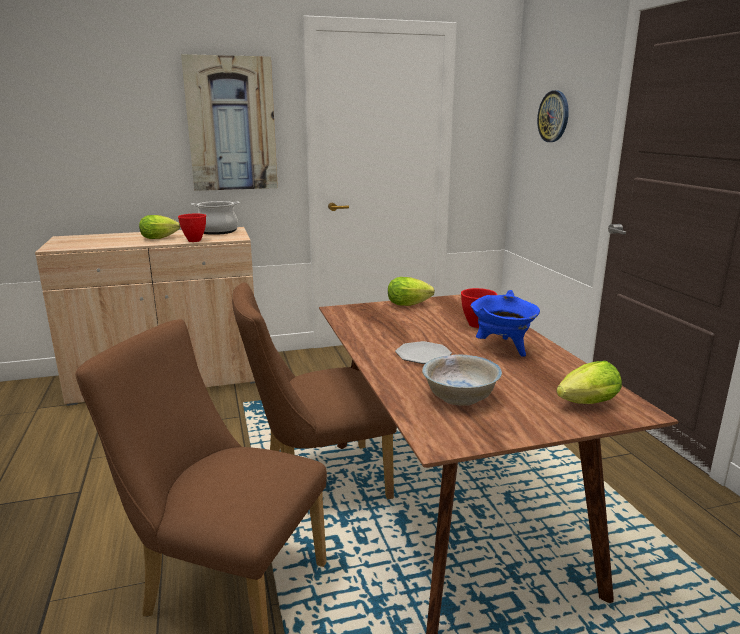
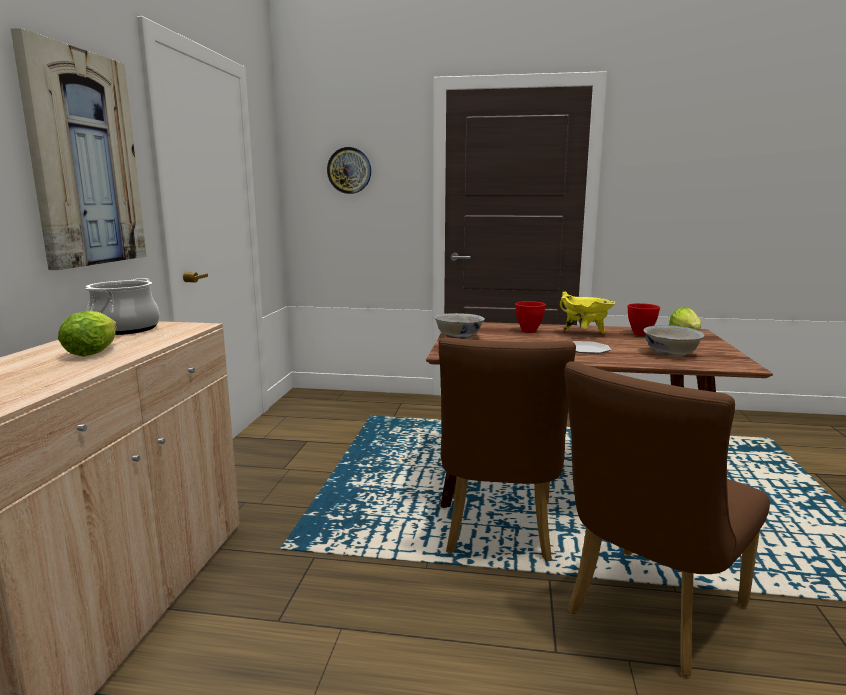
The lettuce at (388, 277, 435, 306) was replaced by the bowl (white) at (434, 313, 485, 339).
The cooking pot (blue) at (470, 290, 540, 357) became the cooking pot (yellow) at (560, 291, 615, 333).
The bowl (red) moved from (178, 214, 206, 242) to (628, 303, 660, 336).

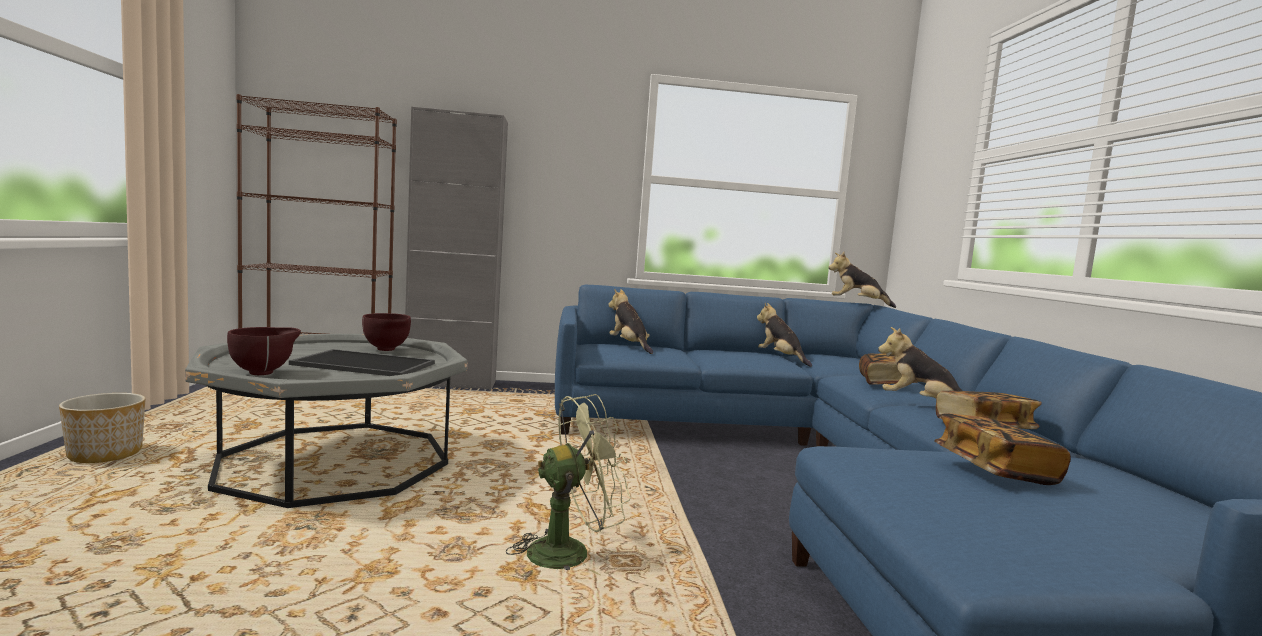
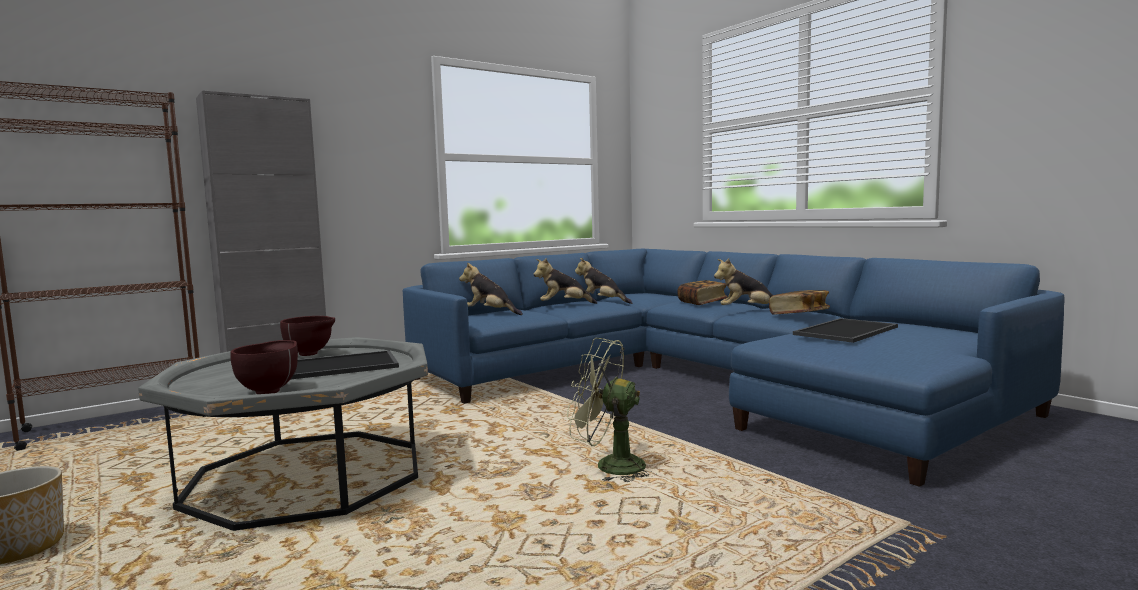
The plush toy moved from (828, 252, 896, 308) to (534, 258, 597, 304).
The fan (green) at (506, 394, 631, 575) turned 105 degrees counterclockwise.
The book at (934, 413, 1071, 485) was replaced by the tray at (793, 318, 898, 343).

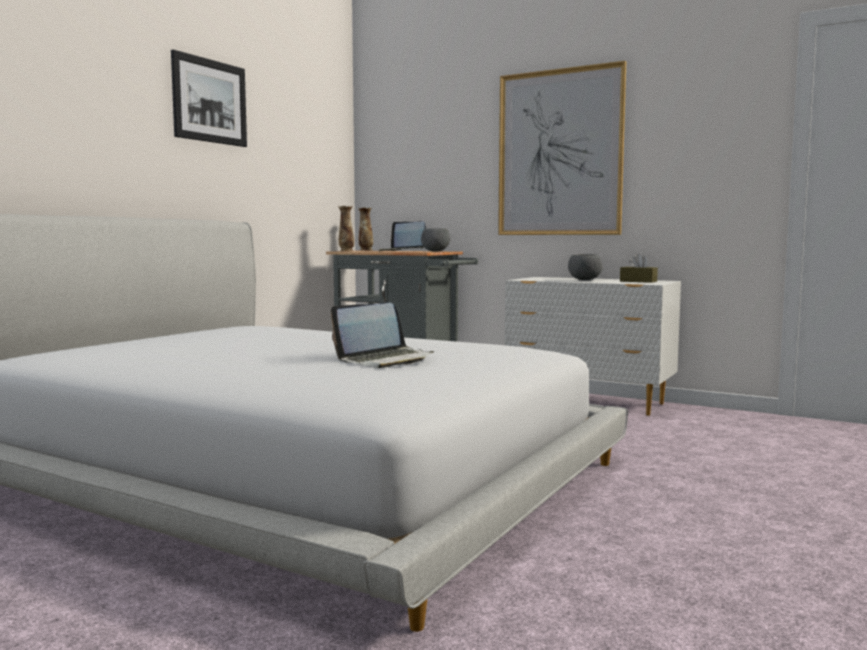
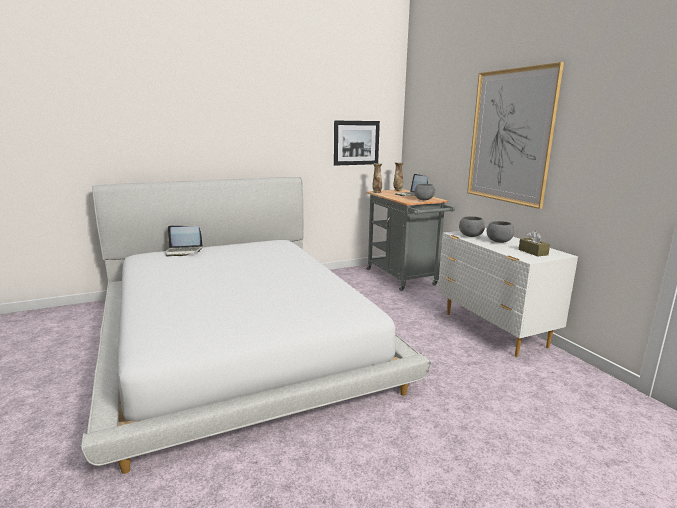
The laptop moved from (331, 303, 434, 368) to (165, 226, 203, 256).
The picture moved from (171, 49, 247, 147) to (334, 121, 380, 166).
The bowl (grey) at (459, 216, 485, 237) appeared.

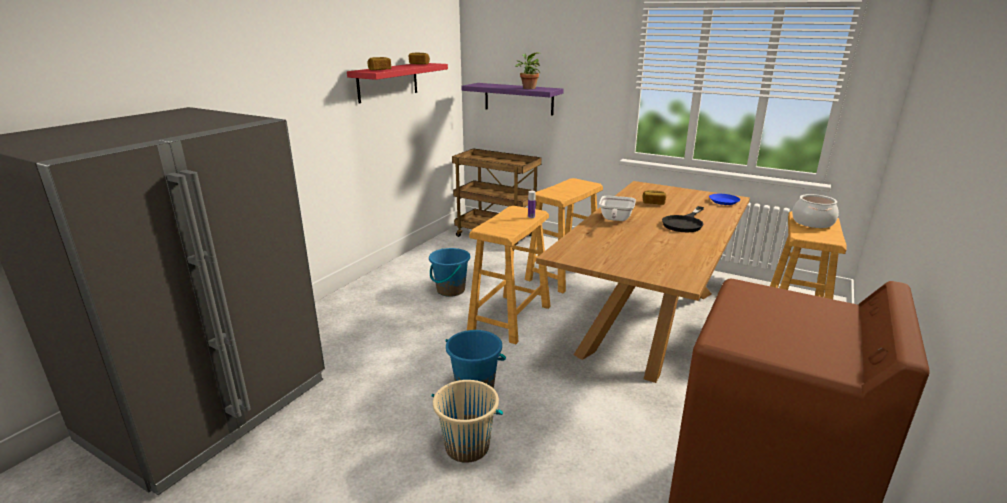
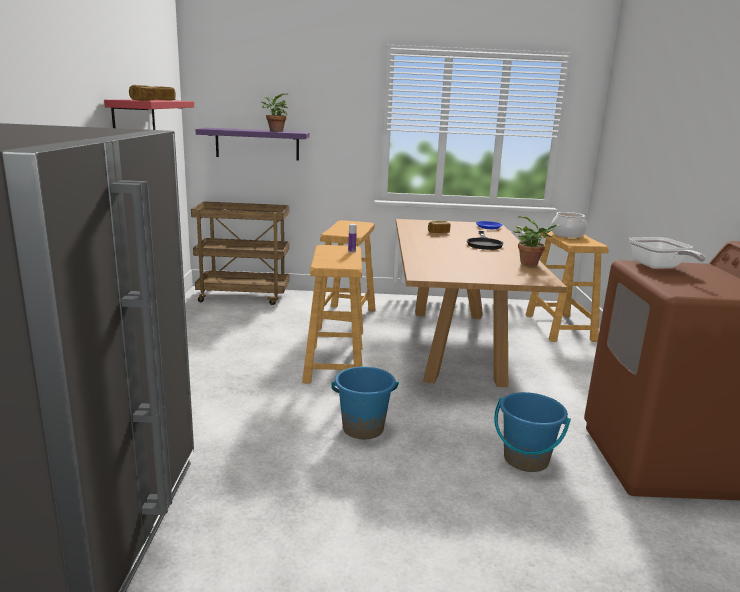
The bucket (blue) moved from (429, 248, 470, 297) to (494, 392, 571, 472).
The potted plant at (513, 216, 560, 266) appeared.
The frying pan moved from (599, 196, 636, 221) to (629, 237, 706, 269).
The bucket (beige) at (432, 380, 503, 463) disappeared.

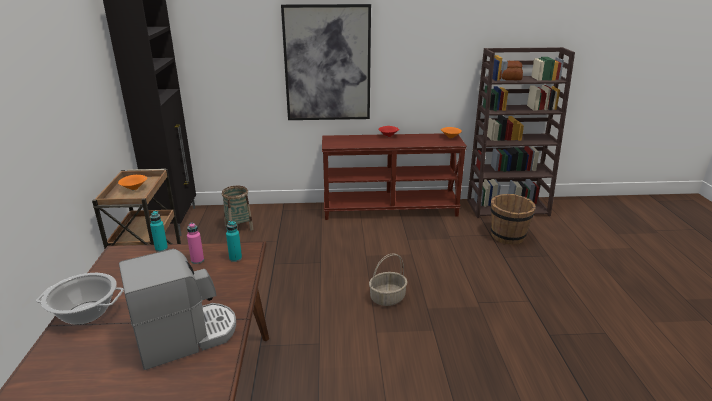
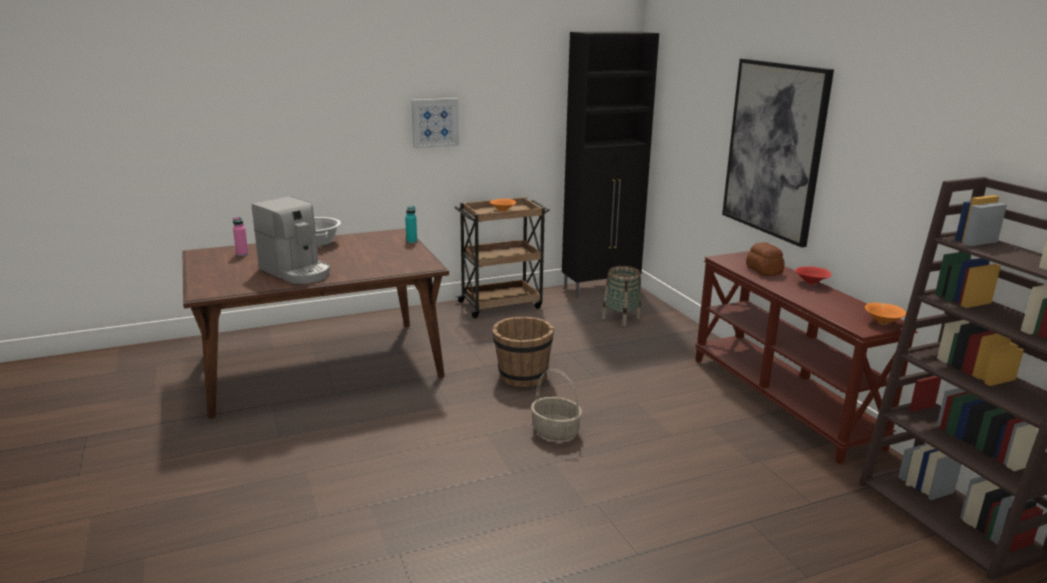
The bottle (pink) moved from (187, 222, 204, 264) to (233, 217, 248, 256).
The picture at (411, 98, 459, 149) appeared.
The bucket (brown) moved from (490, 194, 536, 244) to (492, 317, 554, 387).
The bread moved from (499, 61, 523, 80) to (746, 242, 785, 276).
The bottle (turquoise) at (226, 221, 242, 262) disappeared.

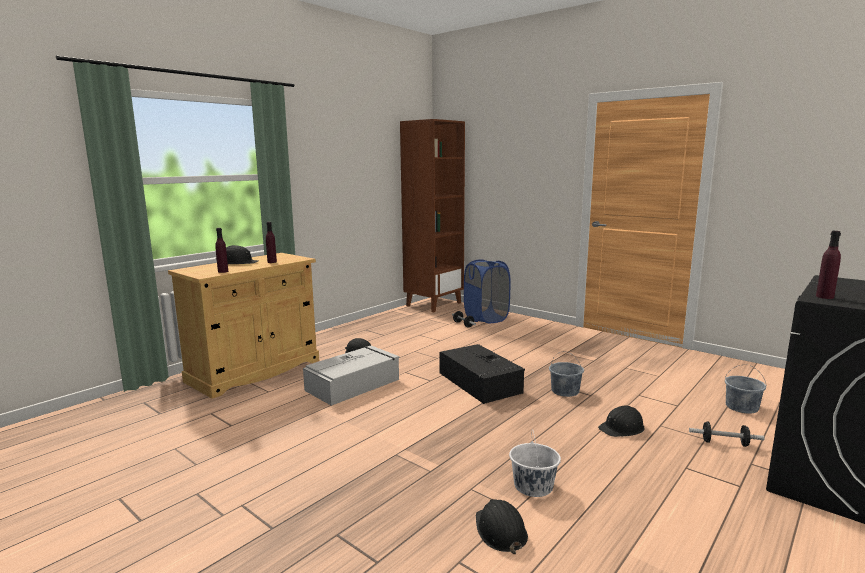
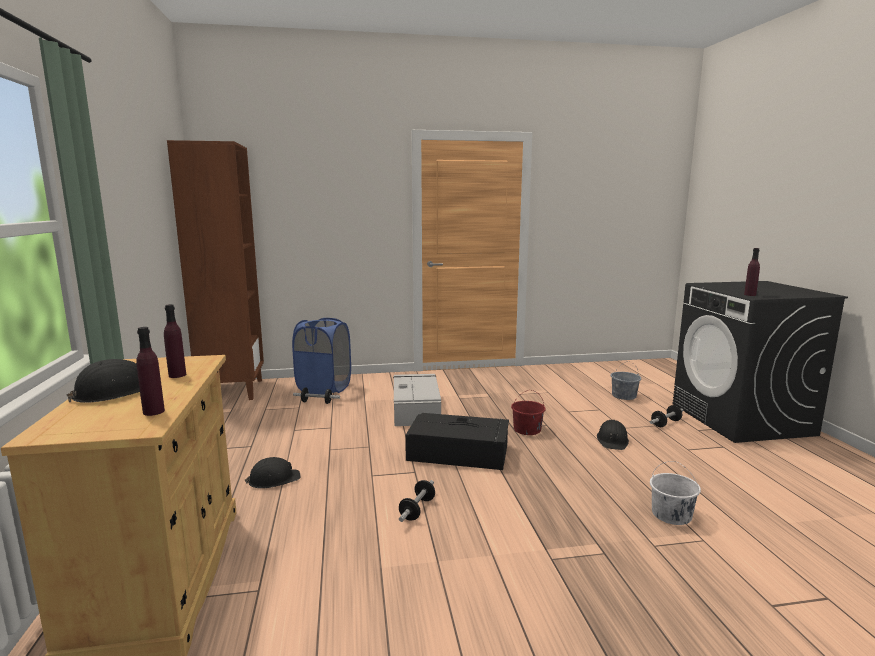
The storage box (grey) moved from (303, 346, 399, 406) to (393, 374, 441, 426).
The dumbbell at (399, 480, 435, 522) appeared.
The bucket (grey) at (549, 351, 584, 397) became the bucket (red) at (511, 390, 546, 435).
The hard hat (black) at (476, 499, 528, 554) disappeared.

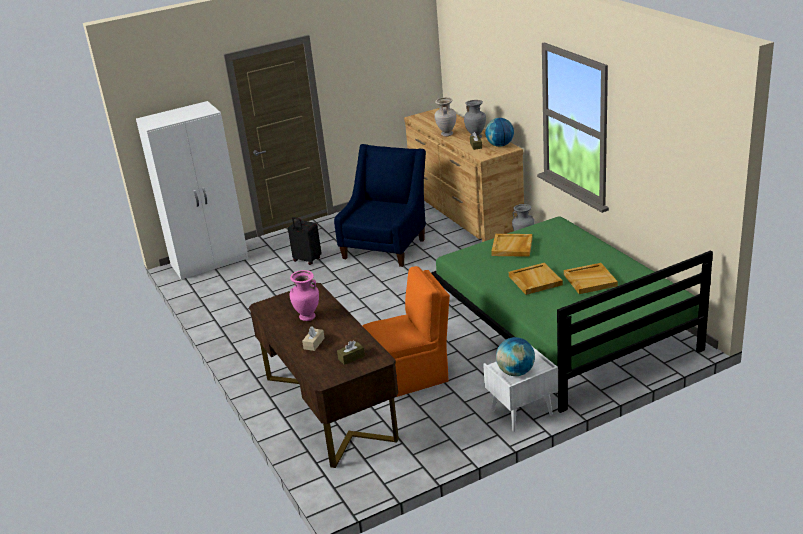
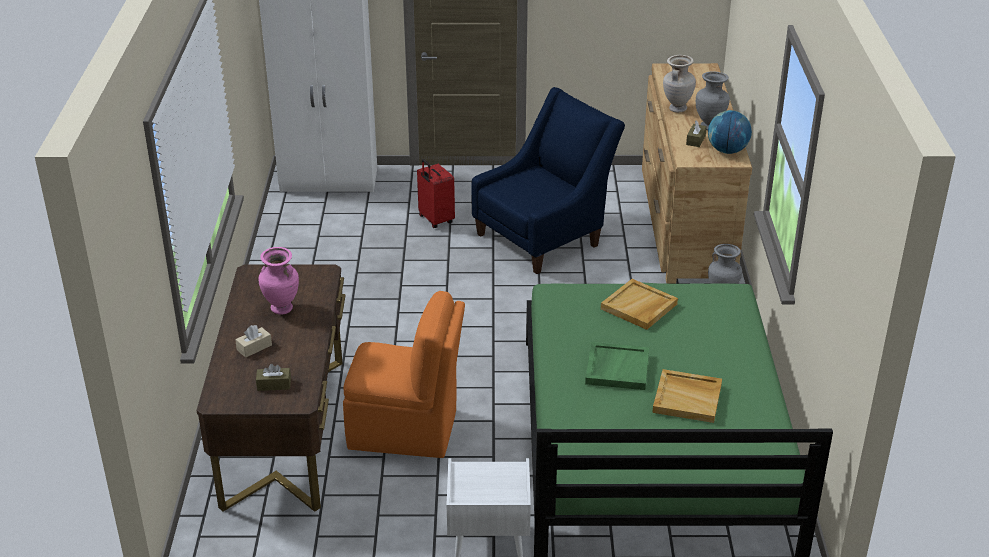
The suitcase (black) at (288, 217, 322, 265) became the suitcase (red) at (417, 159, 455, 228).
The tray (beige) at (509, 263, 563, 295) became the tray (green) at (585, 342, 649, 390).
The globe at (496, 337, 535, 376) disappeared.

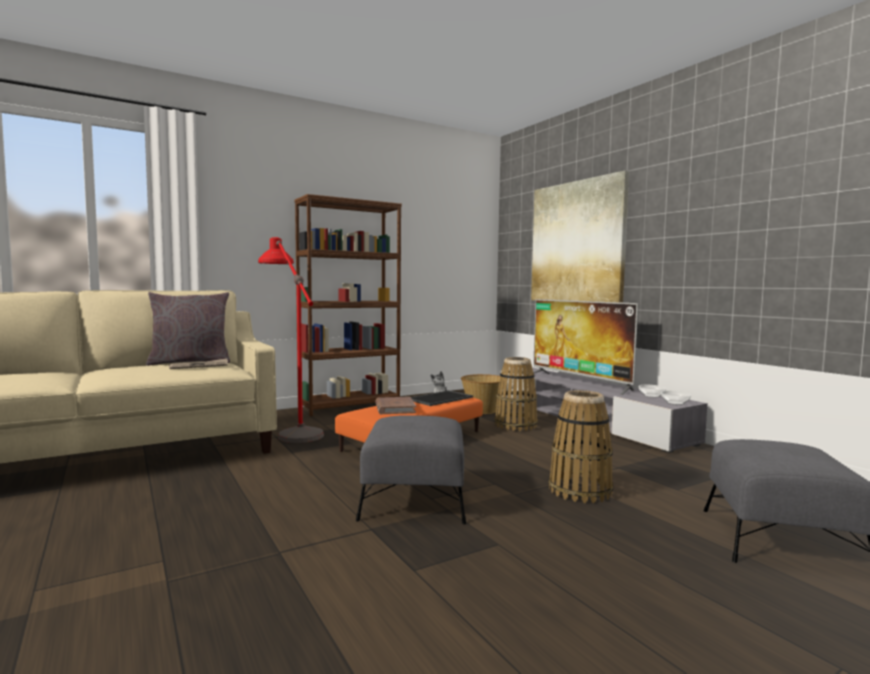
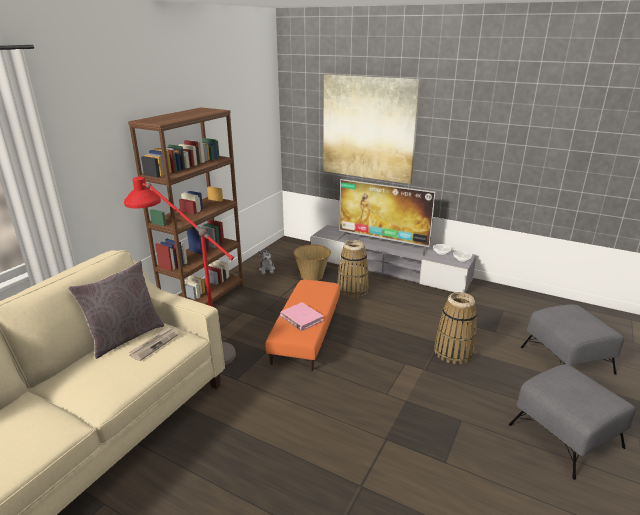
The book (brown) at (375, 397, 416, 414) became the book (pink) at (280, 302, 324, 331).
The ottoman (grey) moved from (356, 415, 466, 524) to (509, 364, 636, 480).
The tray at (411, 390, 473, 406) disappeared.

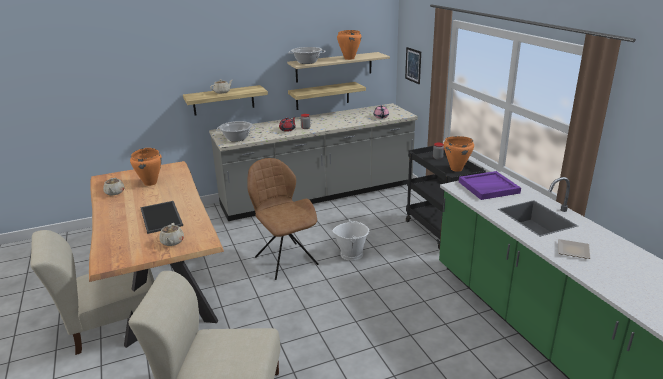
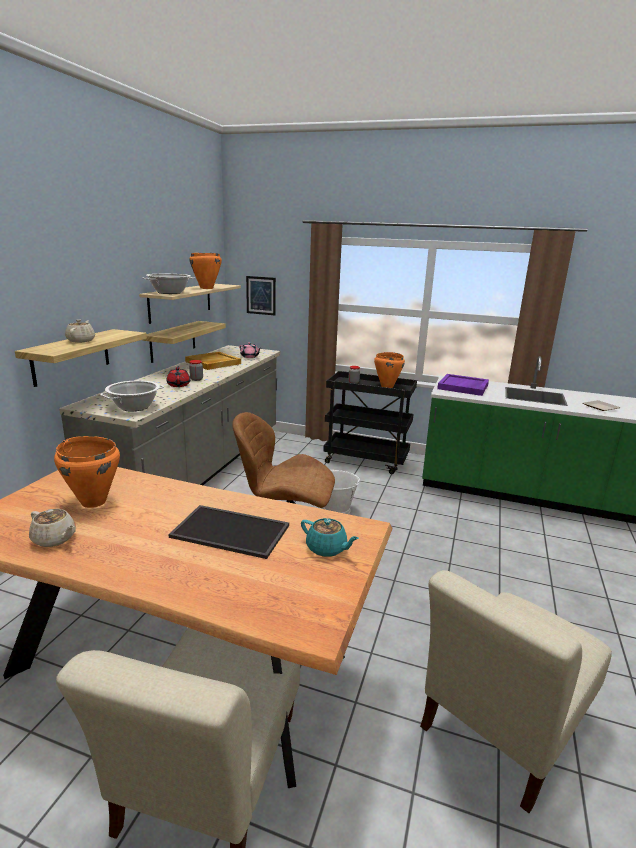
The tray (beige) at (185, 352, 241, 370) appeared.
The teapot (beige) at (159, 223, 184, 246) became the teapot (turquoise) at (301, 518, 359, 557).

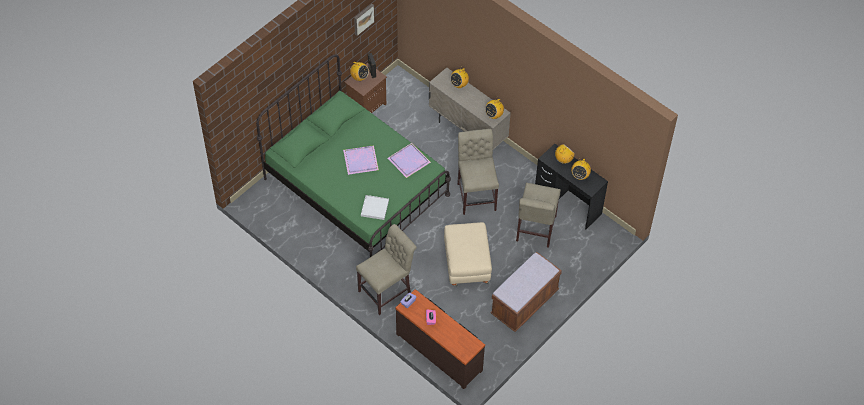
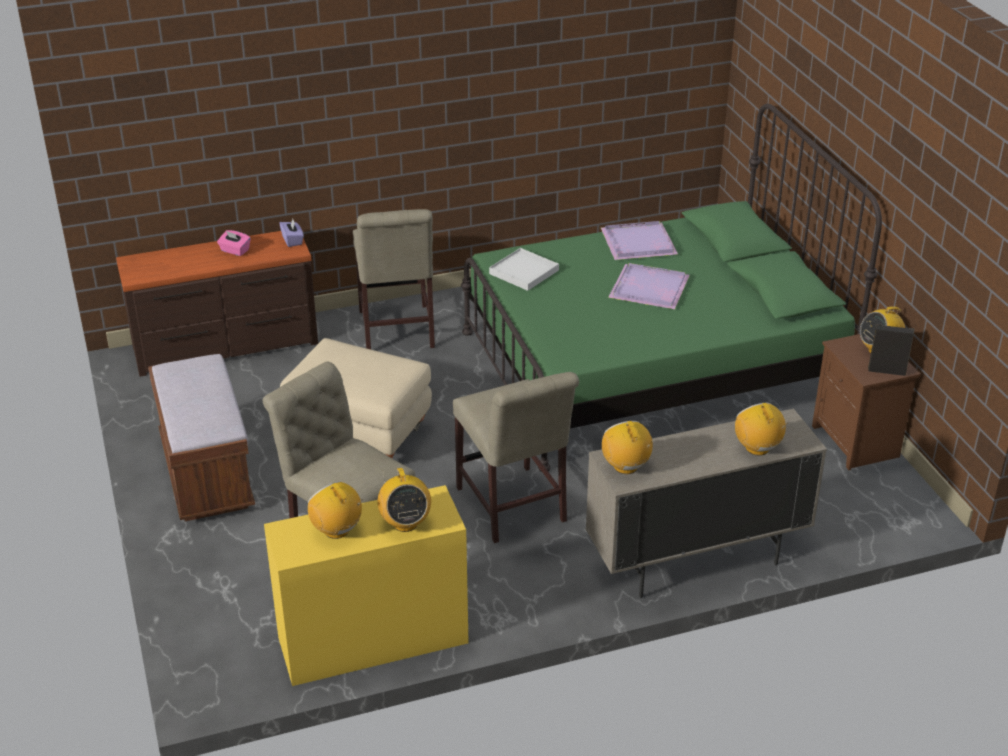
The desk (black) at (535, 144, 608, 229) became the desk (yellow) at (264, 485, 469, 686).
The chair (beige) at (457, 129, 499, 215) turned 45 degrees clockwise.
The tray (purple) moved from (388, 143, 431, 178) to (601, 221, 678, 260).
The picture at (354, 4, 375, 36) disappeared.

